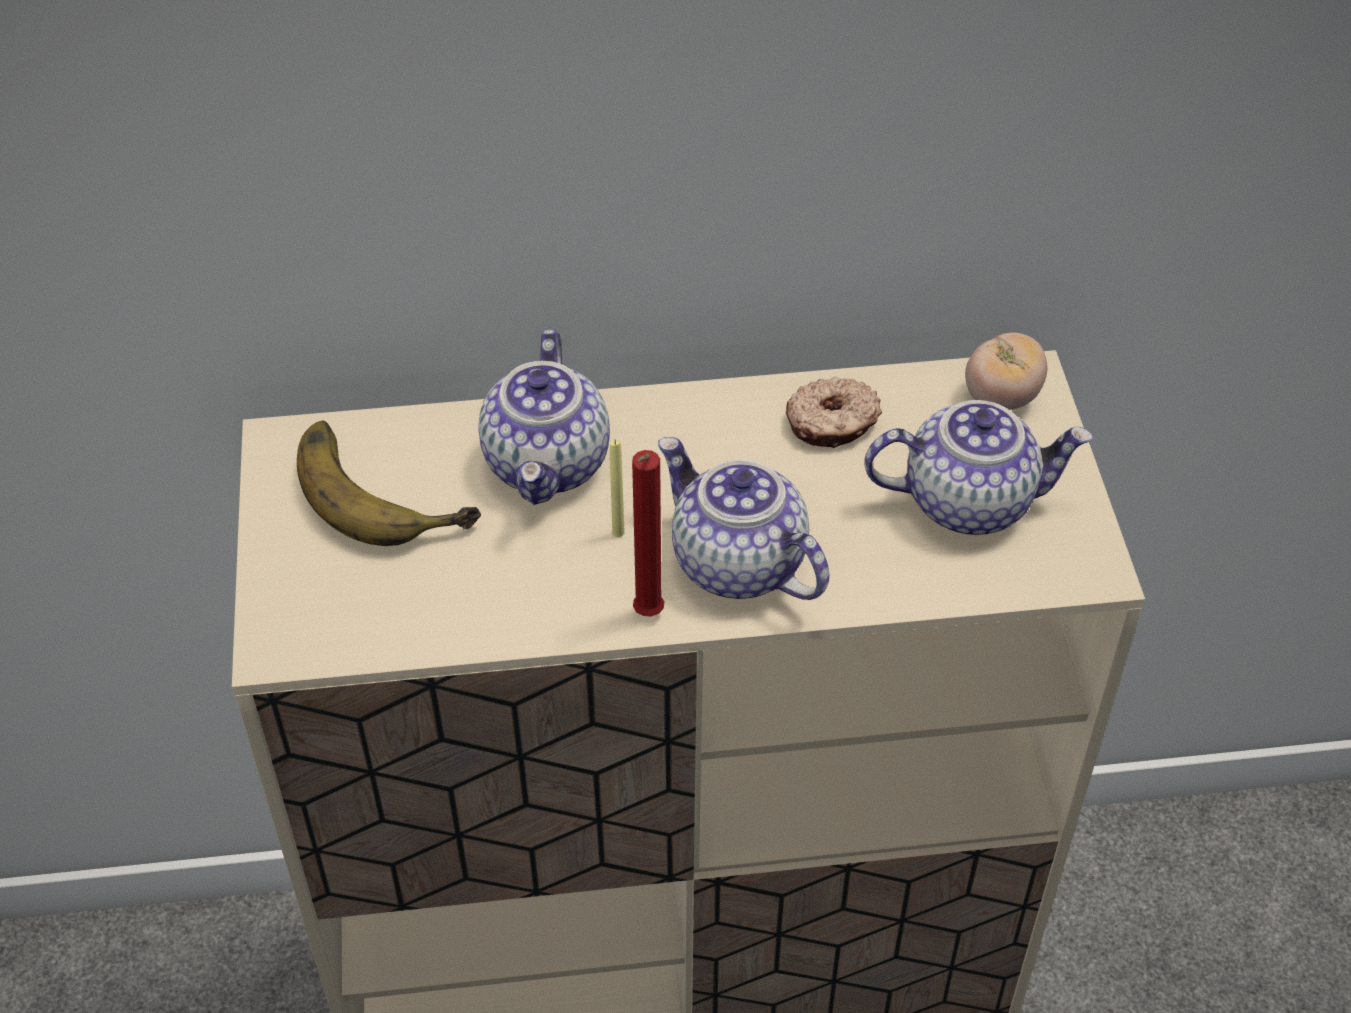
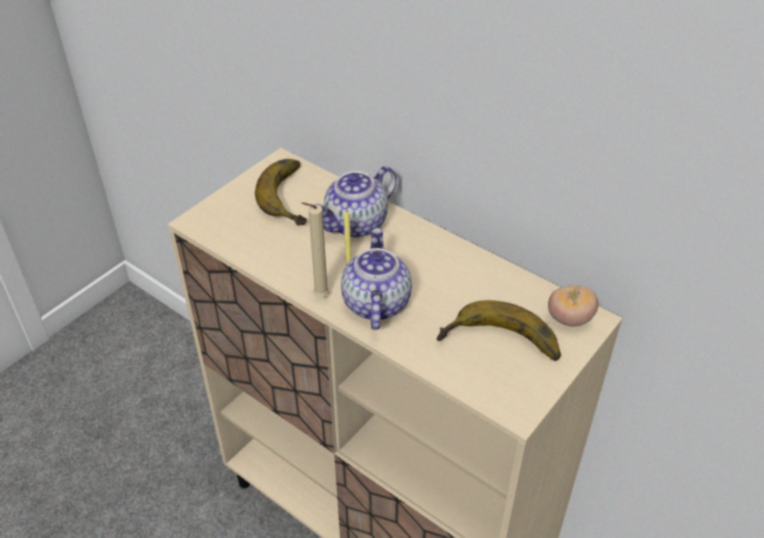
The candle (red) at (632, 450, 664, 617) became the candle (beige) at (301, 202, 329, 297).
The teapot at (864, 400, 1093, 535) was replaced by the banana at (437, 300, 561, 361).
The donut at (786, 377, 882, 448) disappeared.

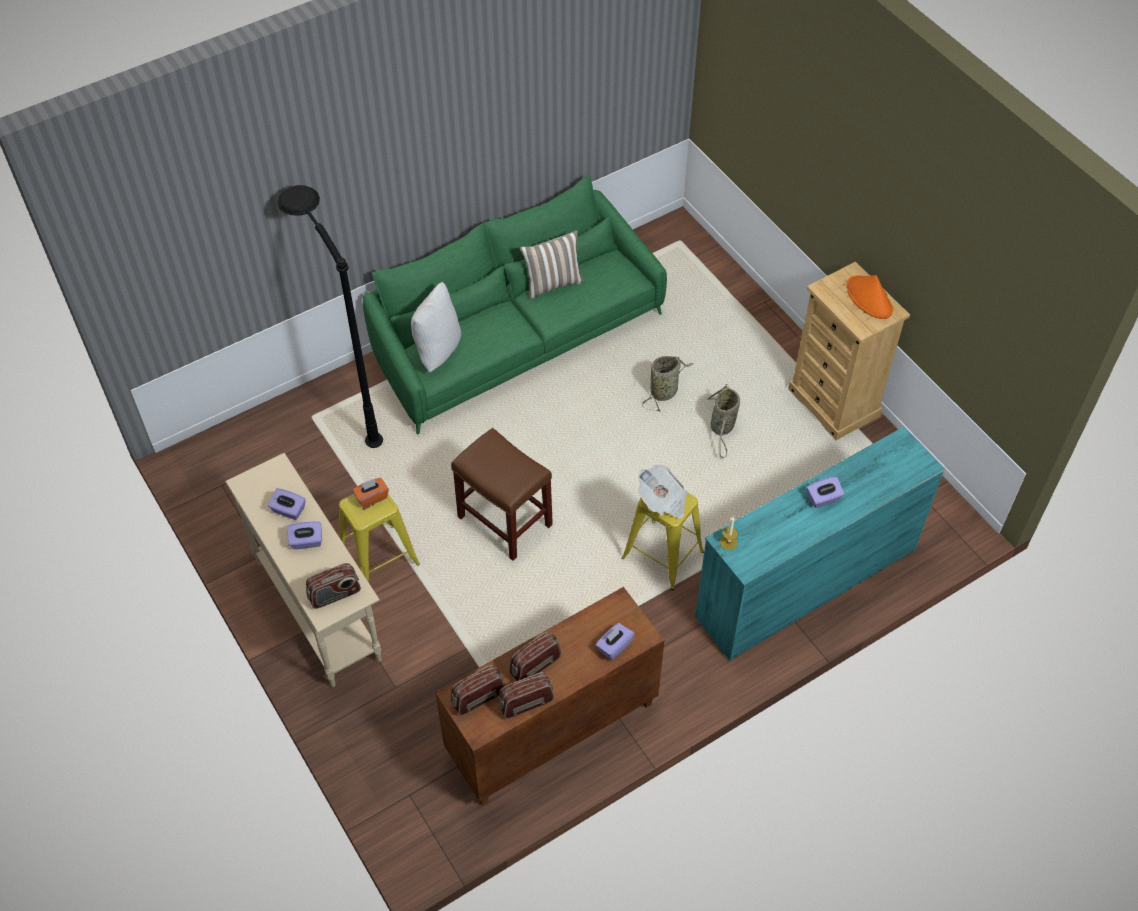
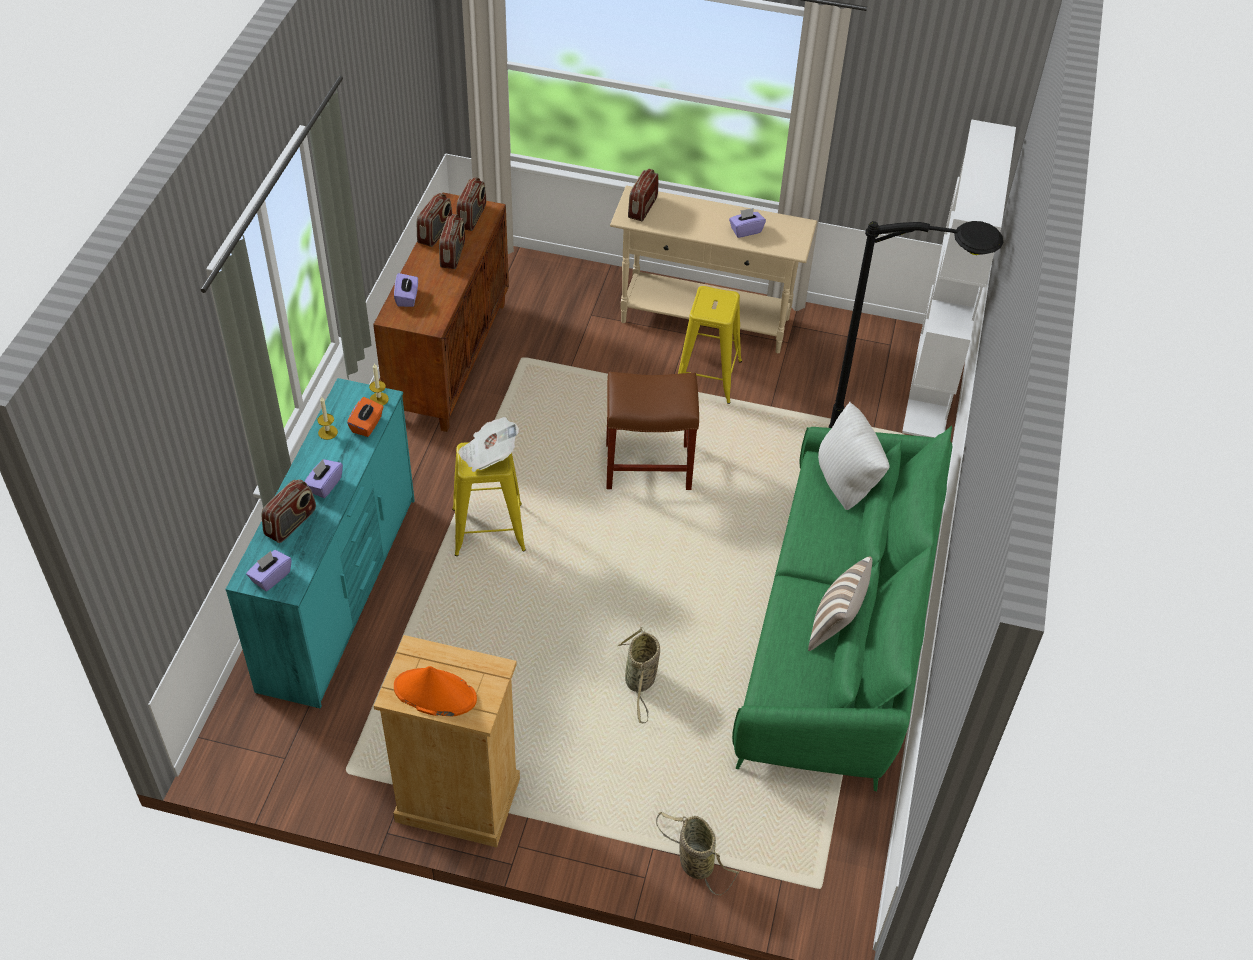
The tissue box (purple) moved from (287, 521, 322, 549) to (246, 550, 292, 591).
The radio at (262, 479, 316, 543) appeared.
The candle at (317, 397, 338, 440) appeared.
The tissue box (orange) moved from (353, 478, 389, 508) to (347, 397, 384, 437).
The basket moved from (706, 384, 740, 458) to (656, 812, 739, 895).
The bookcase (white) at (902, 120, 1016, 438) appeared.

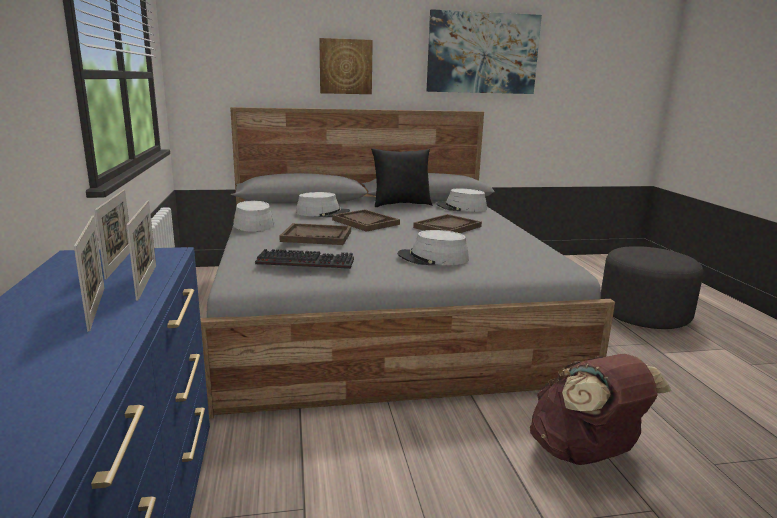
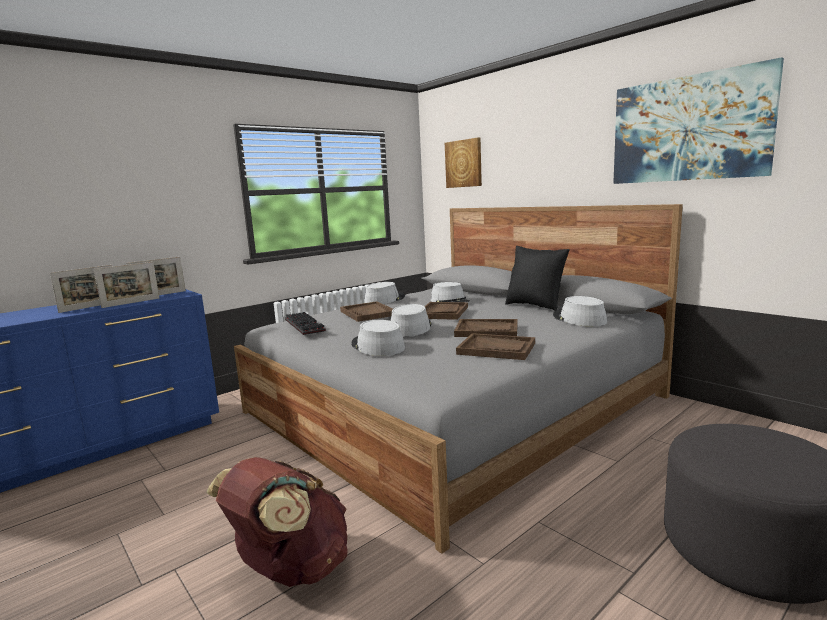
The hat (grey) at (390, 304, 432, 337) appeared.
The picture moved from (319, 38, 373, 94) to (445, 138, 482, 188).
The tray (brown) at (456, 333, 535, 360) appeared.

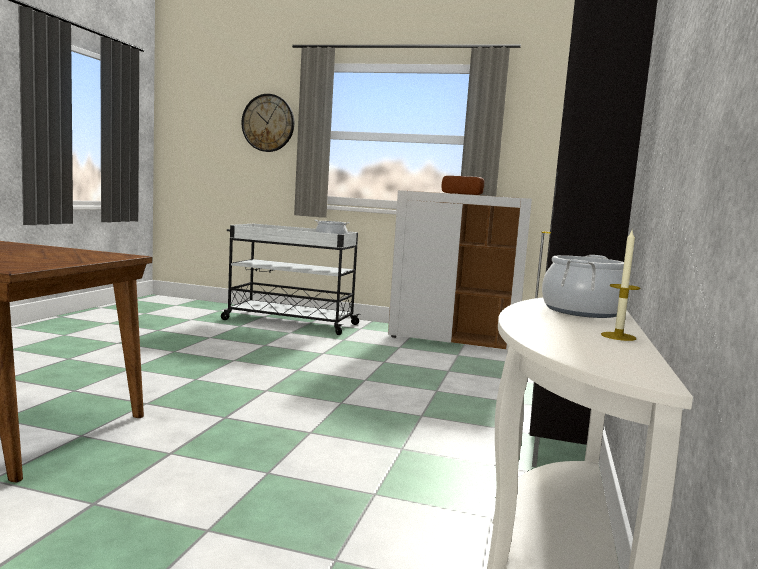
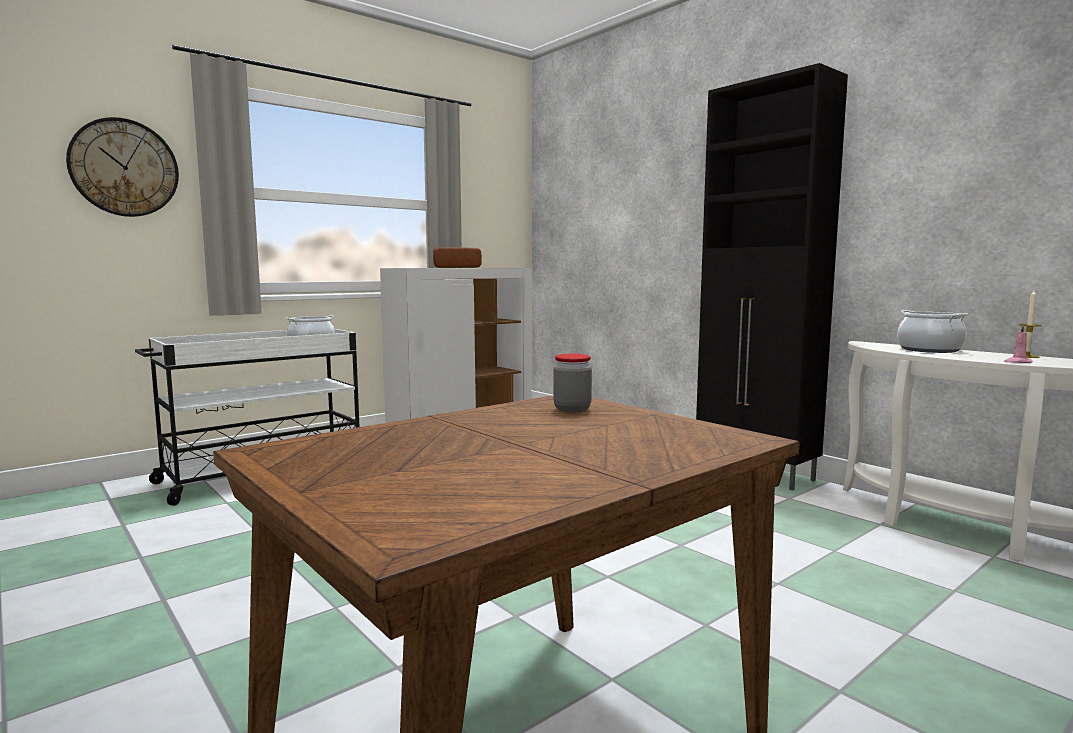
The jar at (553, 354, 592, 413) appeared.
The candle (pink) at (1004, 324, 1033, 363) appeared.

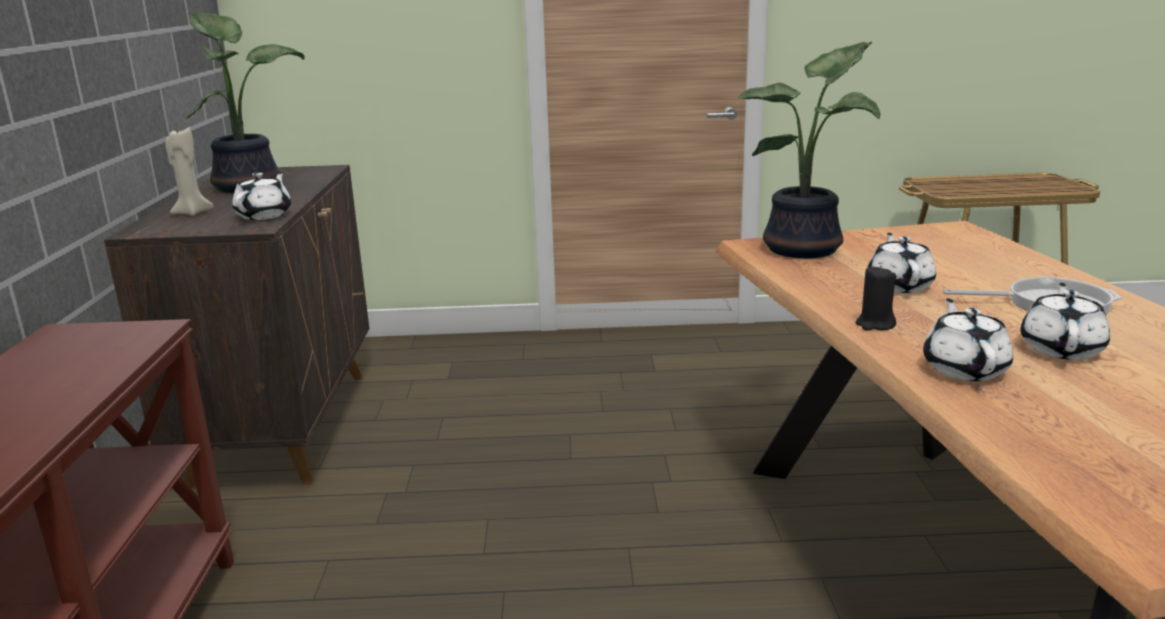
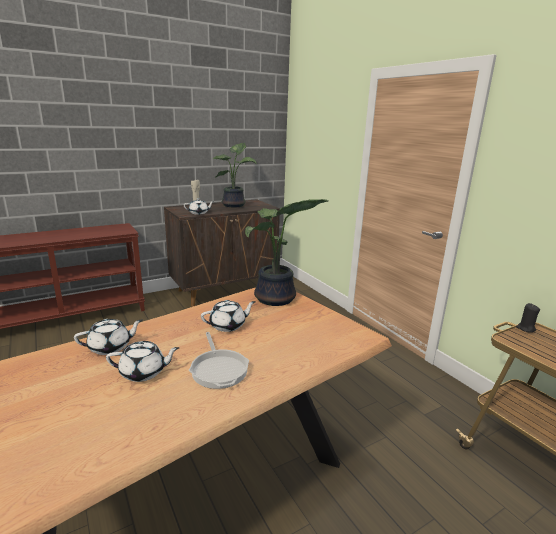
The candle (black) moved from (855, 265, 896, 330) to (516, 303, 540, 333).

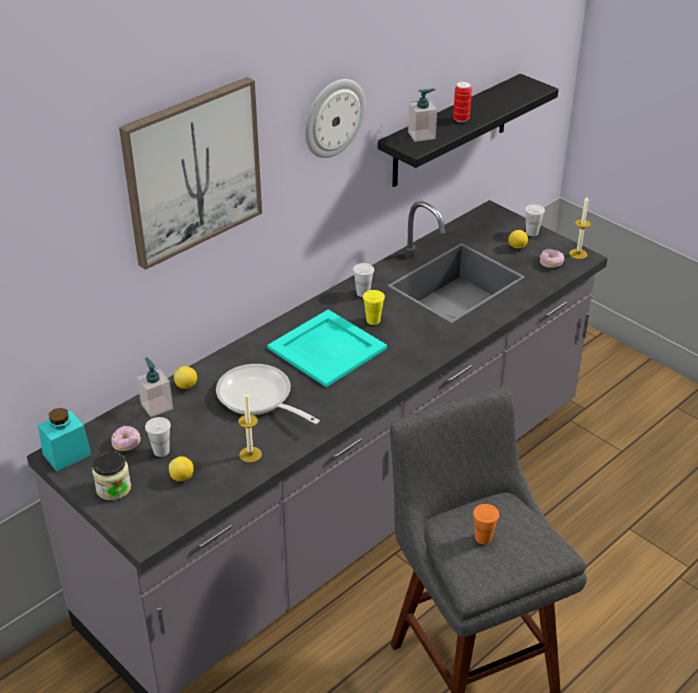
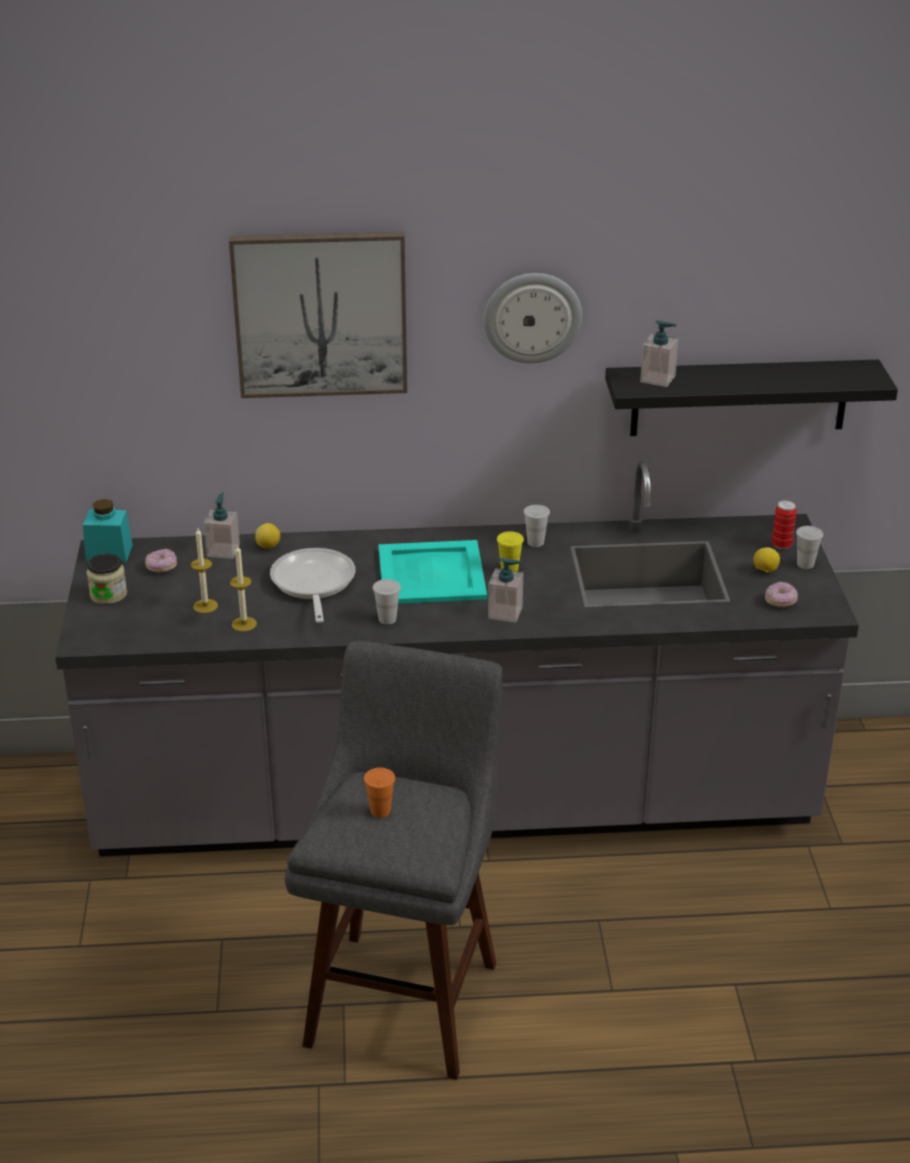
The candle moved from (569, 197, 591, 259) to (191, 528, 218, 613).
The cup (white) moved from (145, 417, 171, 457) to (373, 579, 401, 625).
The soap dispenser at (488, 558, 523, 623) appeared.
The can moved from (453, 81, 472, 122) to (772, 500, 797, 549).
The lemon at (169, 456, 194, 482) disappeared.

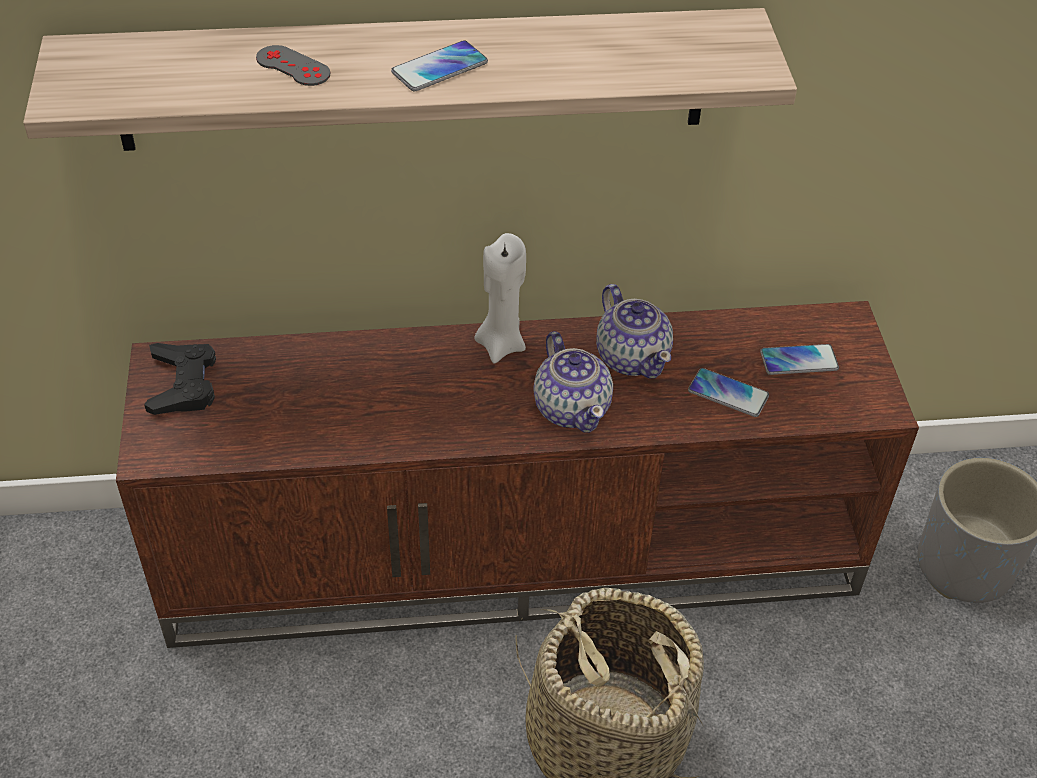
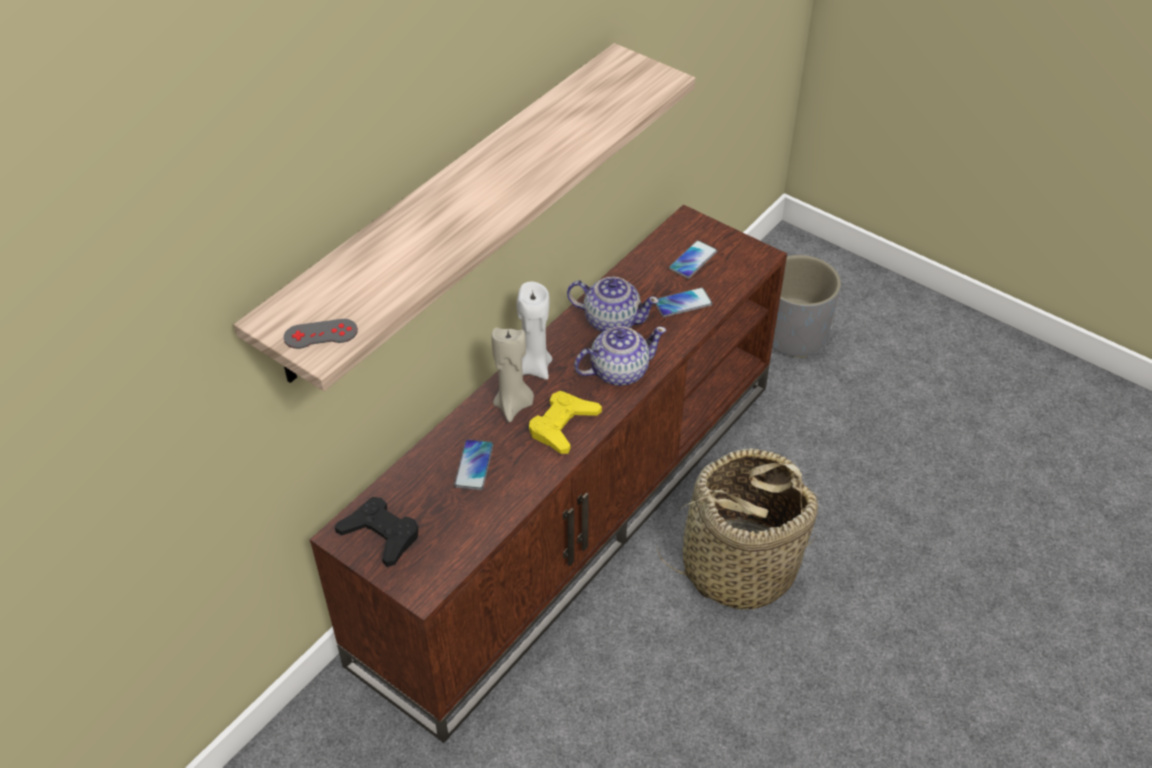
The game controller (grey) moved from (256, 45, 331, 86) to (284, 319, 358, 349).
The phone moved from (391, 40, 488, 91) to (454, 439, 493, 490).
The candle (beige) at (491, 327, 534, 422) appeared.
The game controller (yellow) at (529, 391, 602, 454) appeared.
The teapot at (533, 331, 613, 433) turned 45 degrees counterclockwise.

